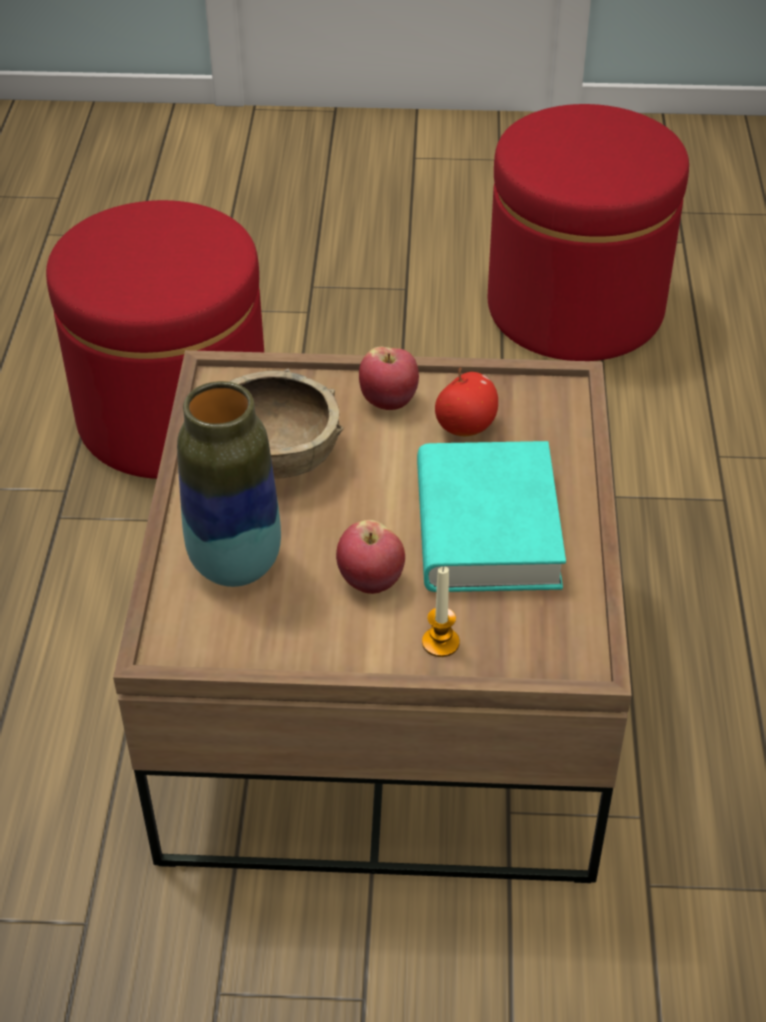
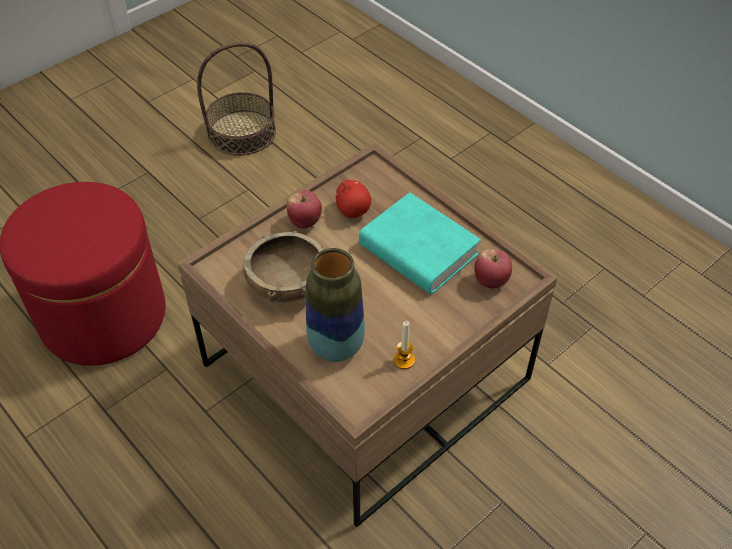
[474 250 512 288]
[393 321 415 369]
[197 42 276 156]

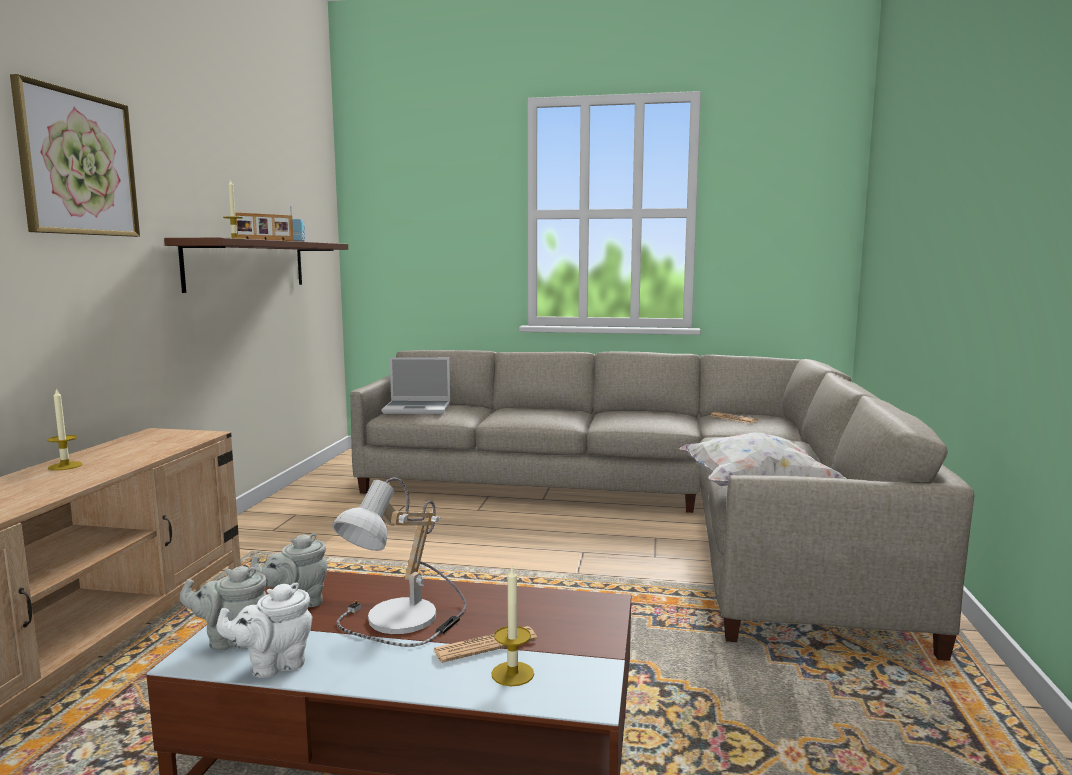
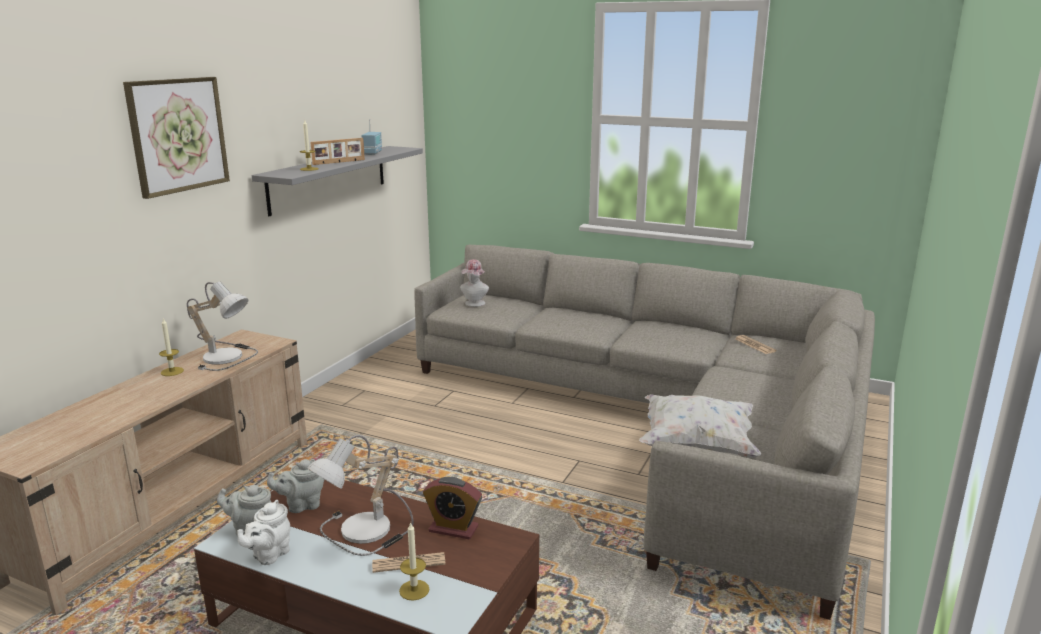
[252 146 423 216]
[237 500 290 565]
[460 259 489 307]
[187 281 258 371]
[423 477 482 540]

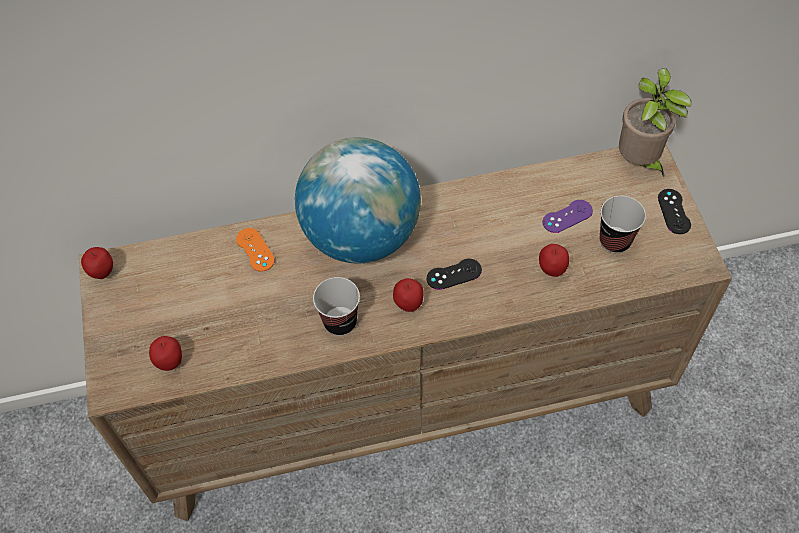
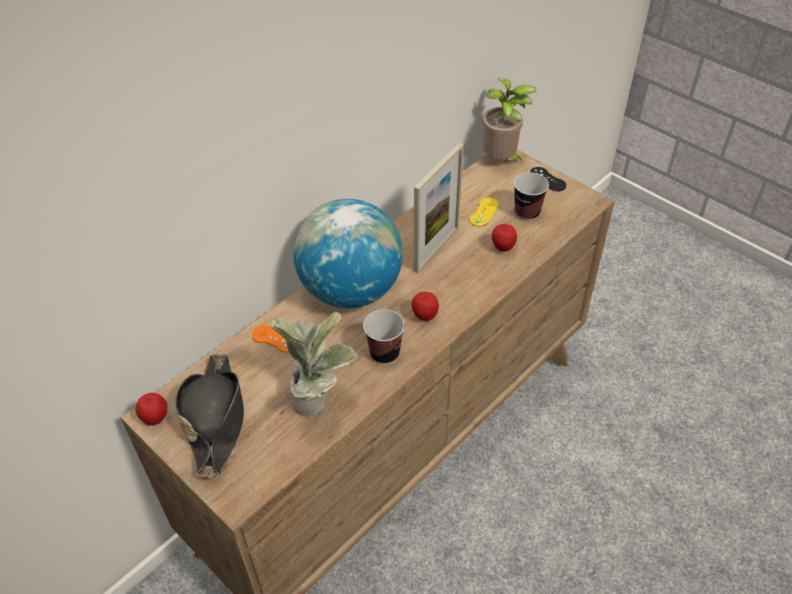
[149 336 182 371] (first image)
[427 259 482 290] (first image)
[469 198 499 227]
[175 354 244 478]
[271 312 358 417]
[414 143 464 273]

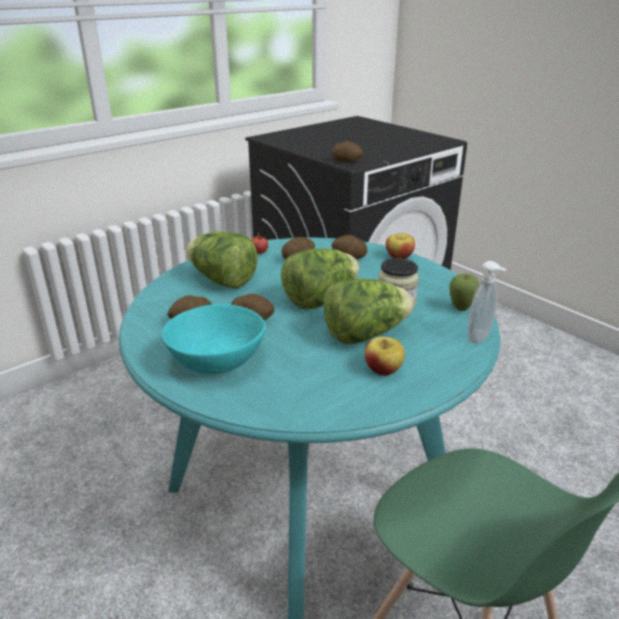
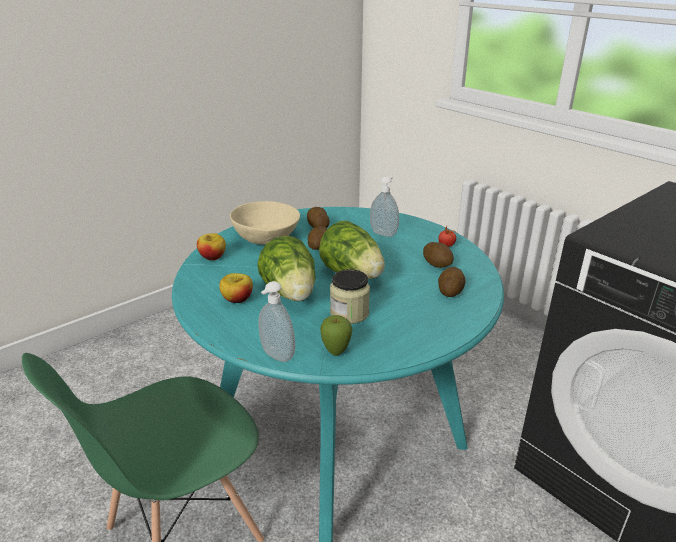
[230 201 300 245]
[370 176 399 237]
[332 141 363 163] (first image)
[197 233 226 260]

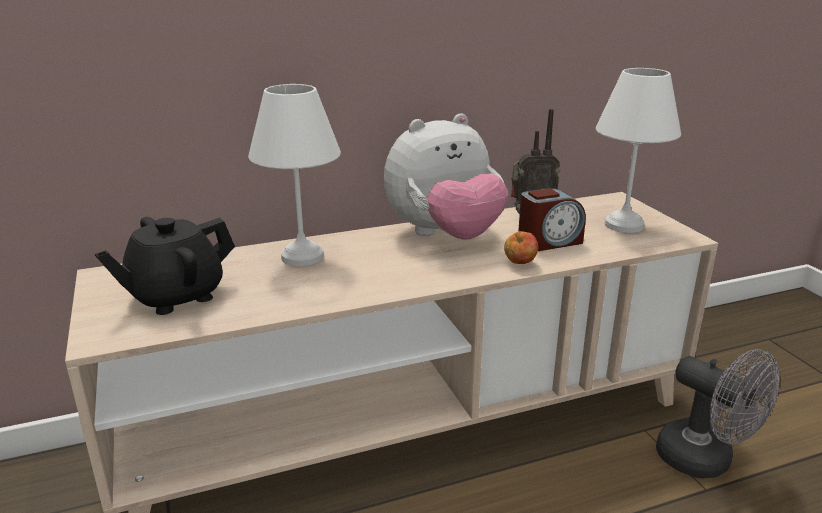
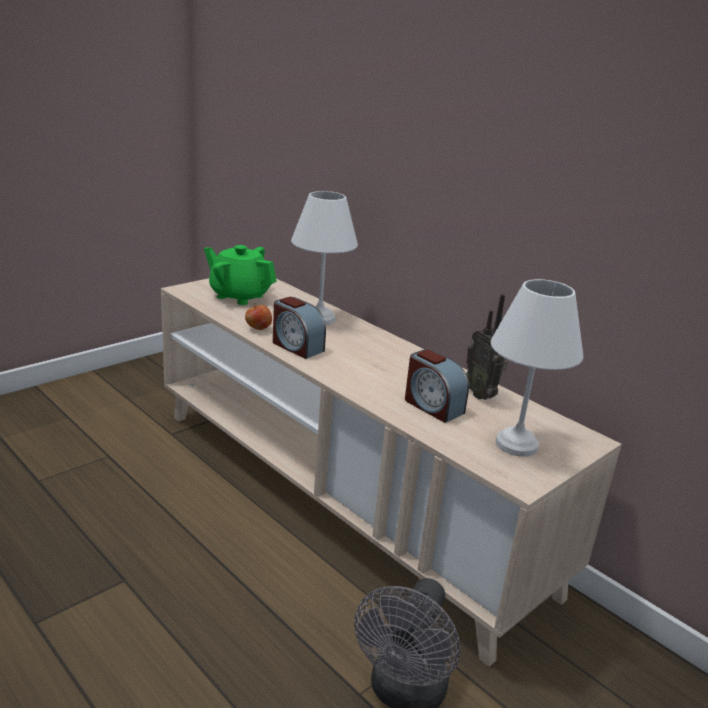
[204 245 276 305]
[384 113 508 240] (first image)
[245 303 272 330]
[273 297 326 359]

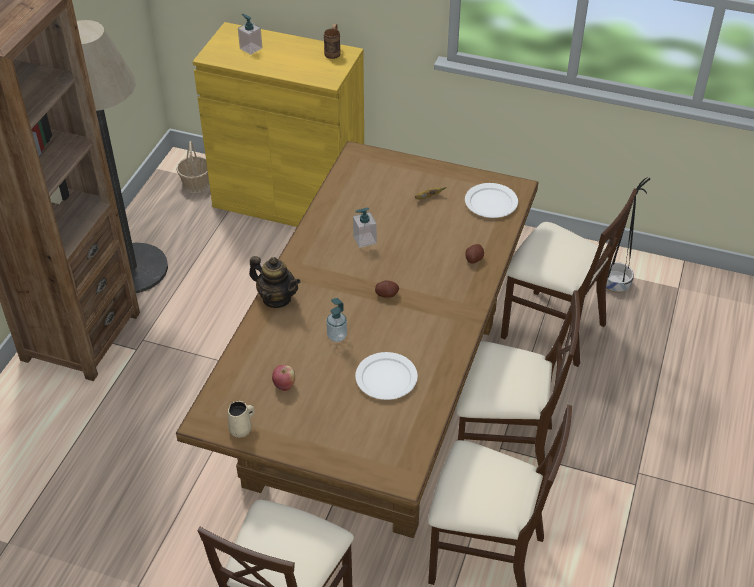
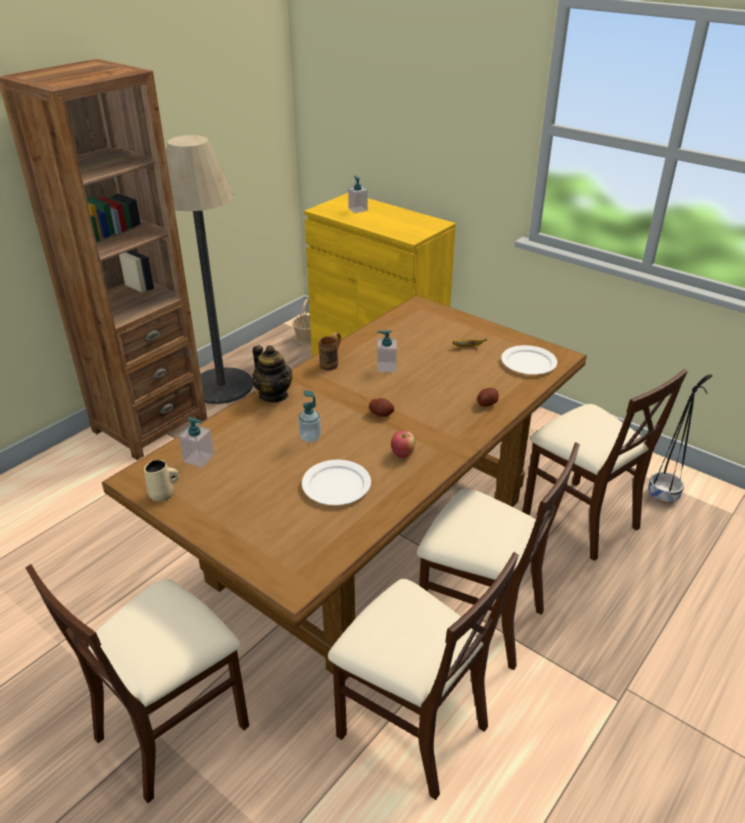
[391 431 415 459]
[319 332 341 370]
[179 417 214 468]

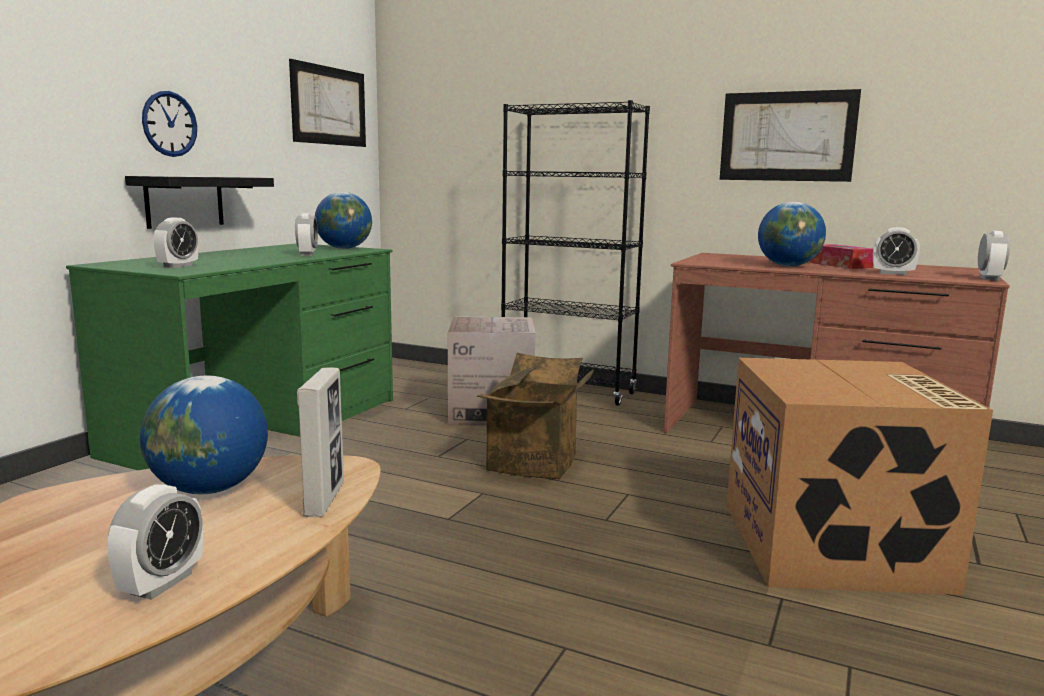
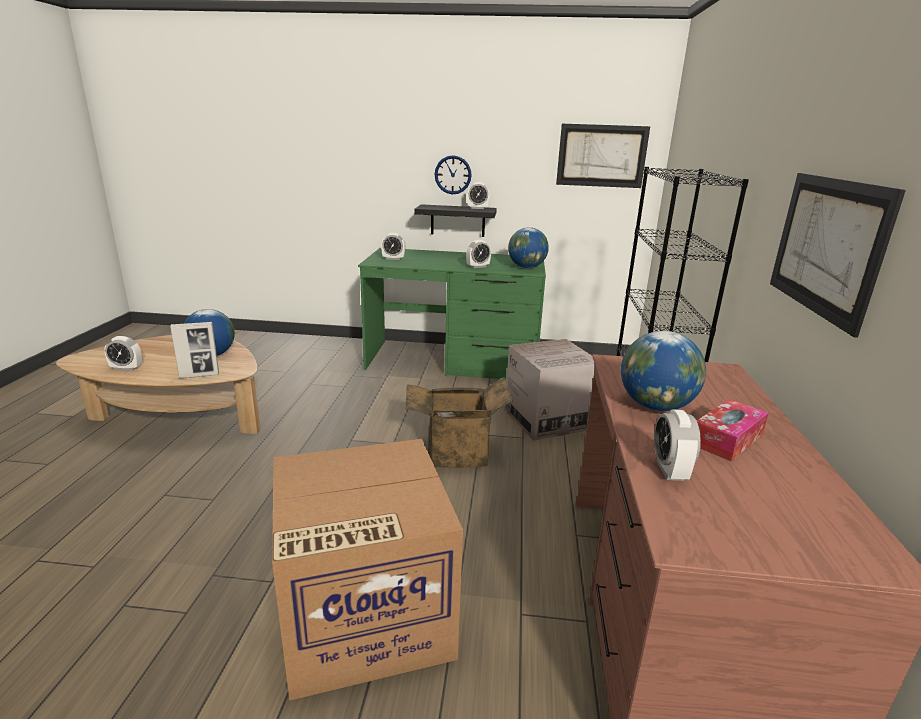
[467 182 490 209]

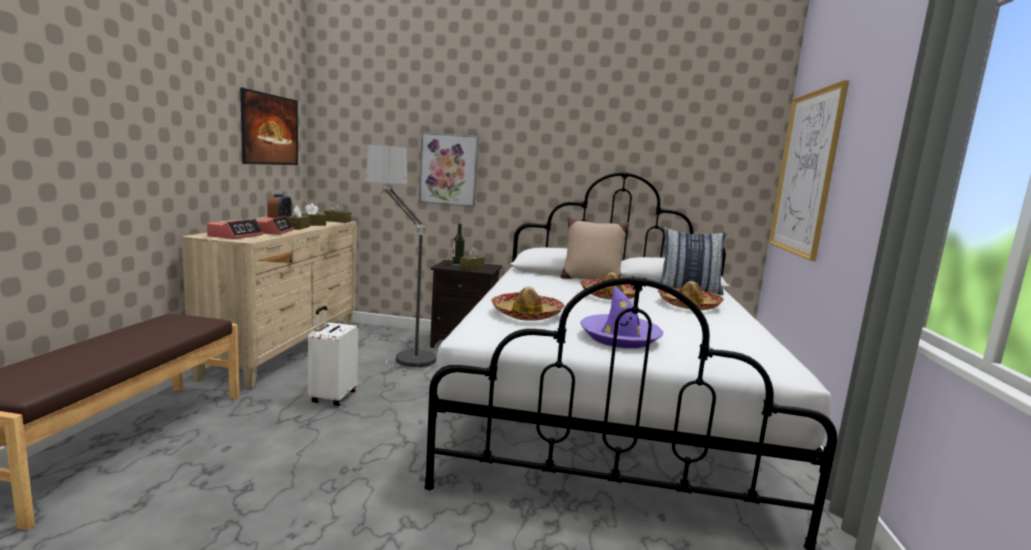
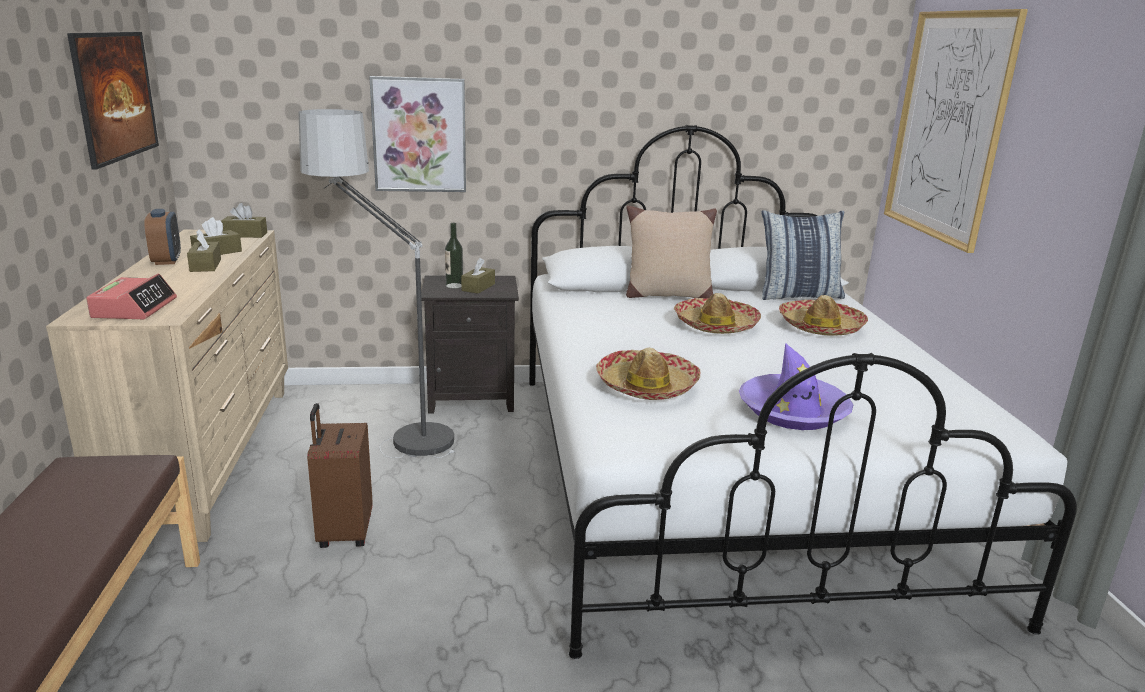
[256 216 294 235] (first image)
[307 403 373 548]

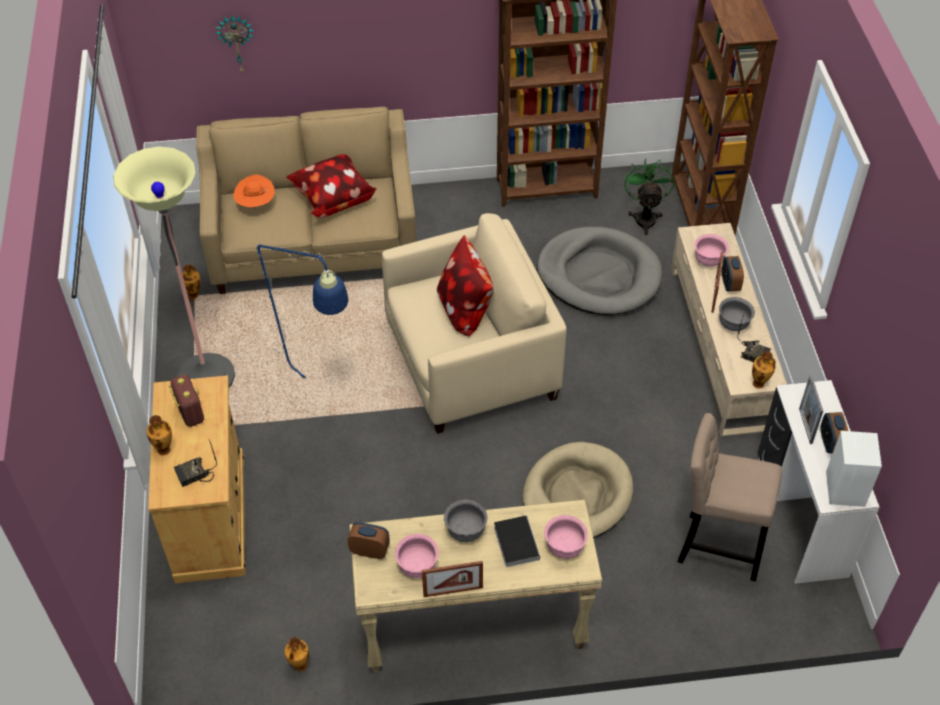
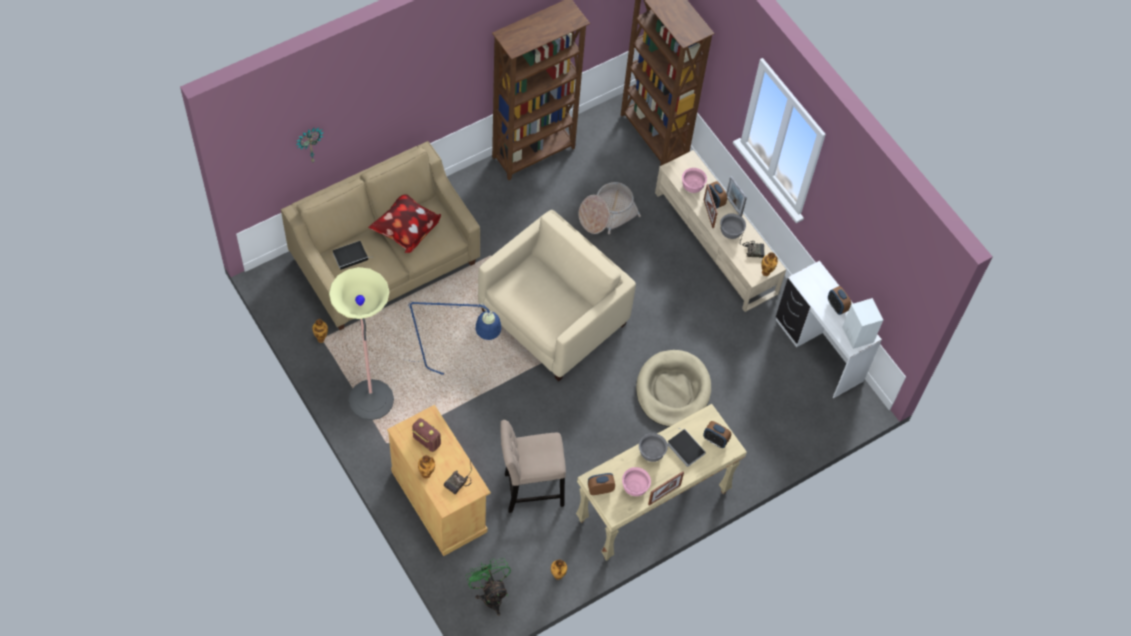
[333 241 373 270]
[437 235 494 337] (first image)
[578 182 641 234]
[703 421 731 448]
[466 558 511 616]
[501 420 566 513]
[726 176 747 217]

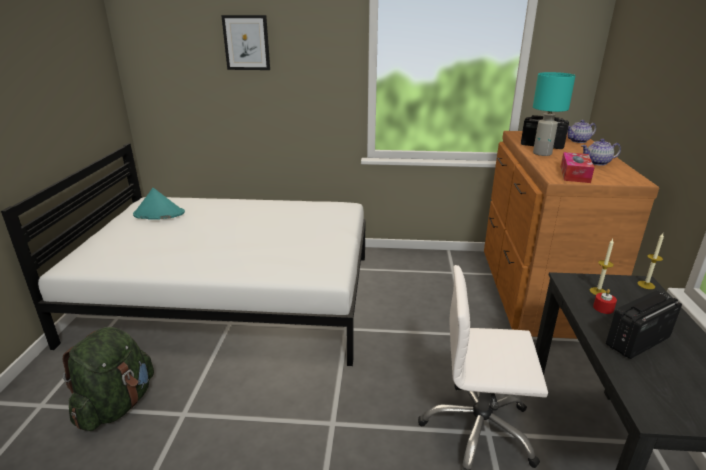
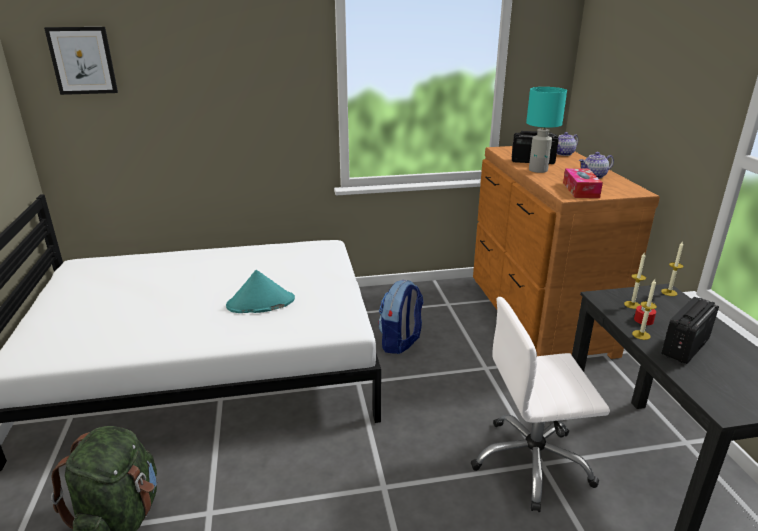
[226 270 295 313]
[44 27 118 95]
[378 280 424 354]
[632 279 657 340]

